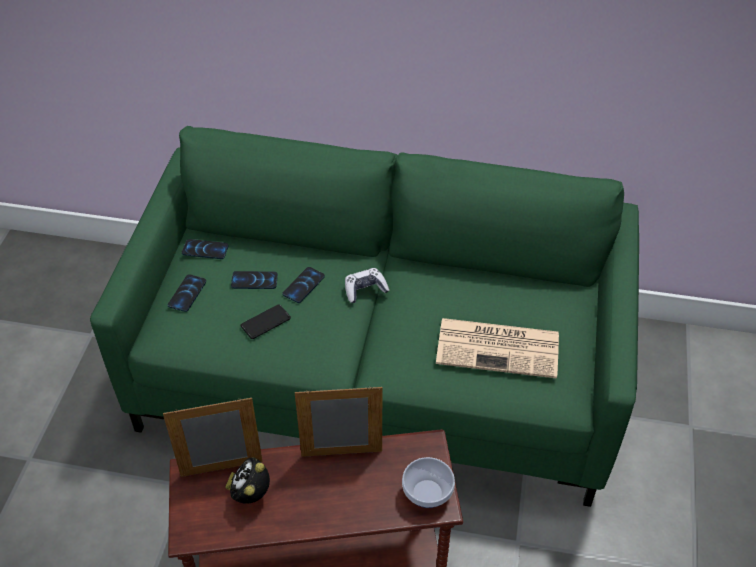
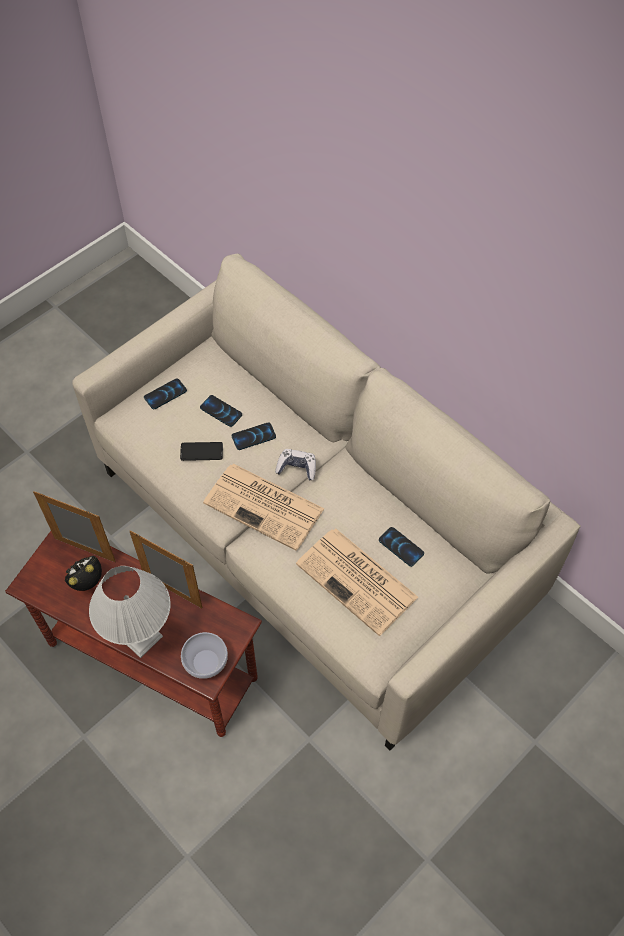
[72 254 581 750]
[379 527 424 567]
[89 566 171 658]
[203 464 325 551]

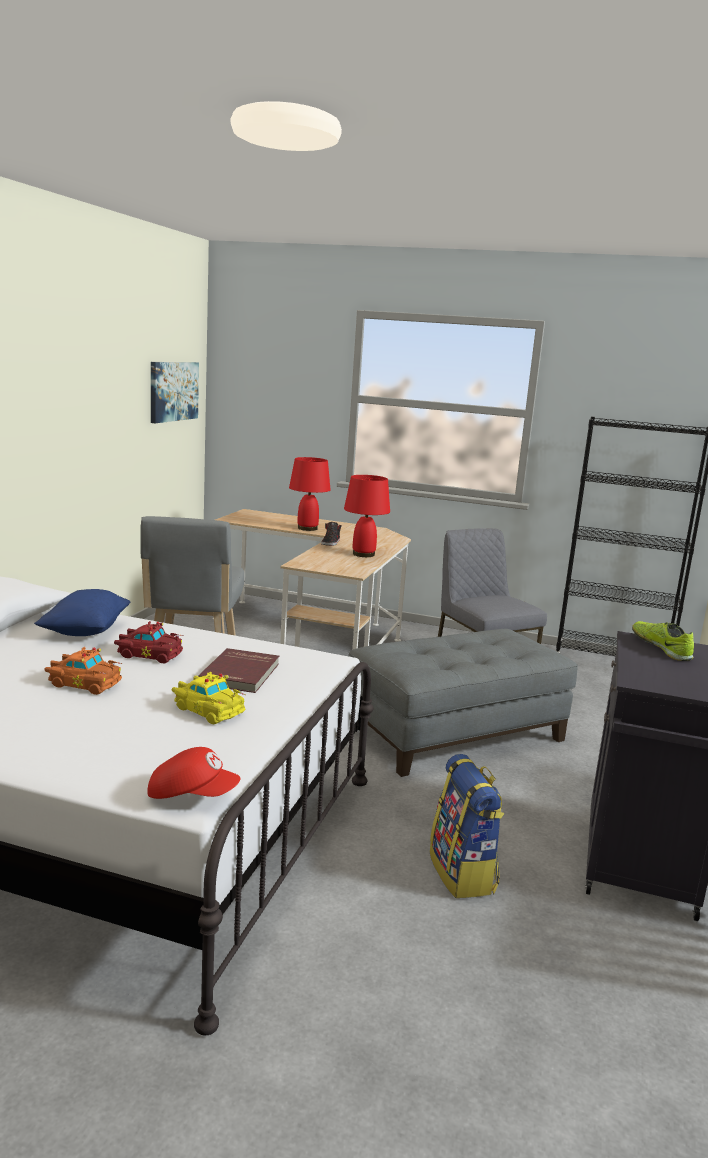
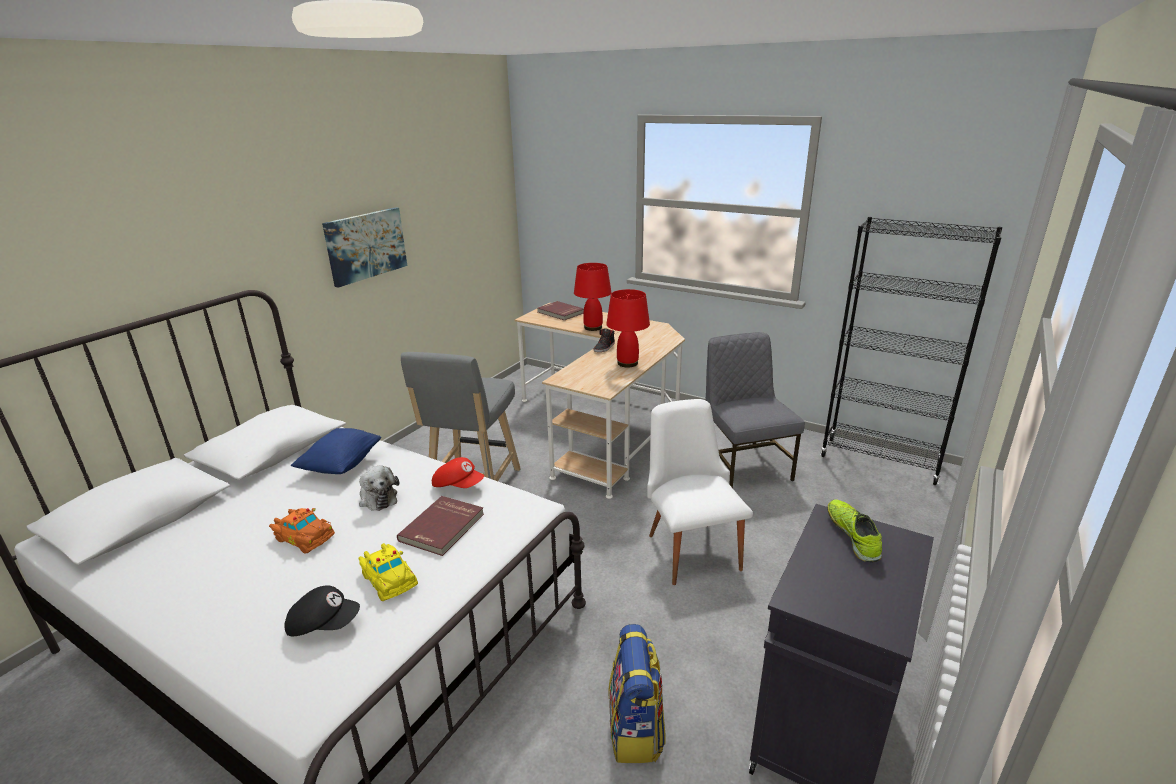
[359 466 399 511]
[432 457 484 488]
[322 207 407 288]
[647 399 753 585]
[284 585 360 636]
[537 301 584 320]

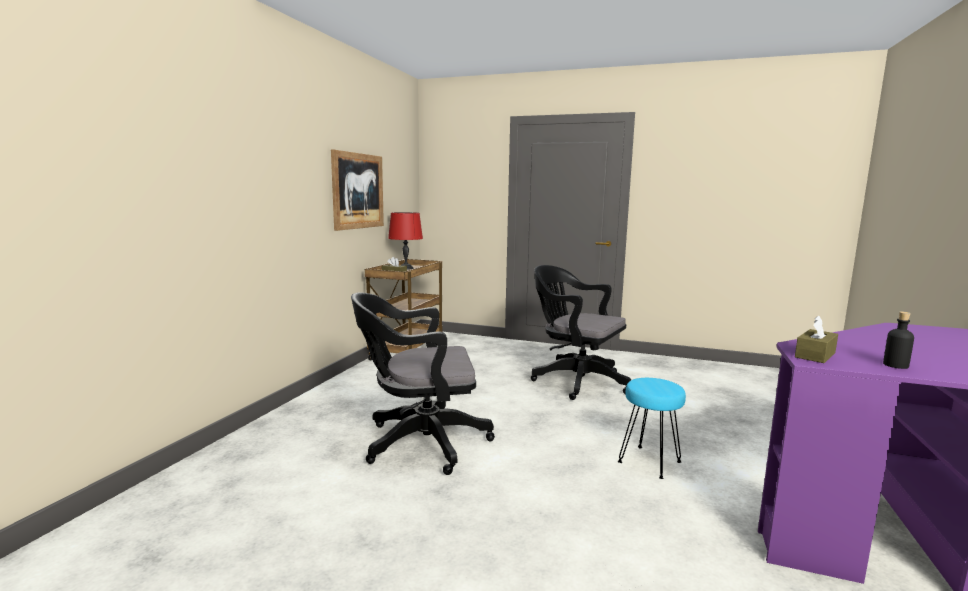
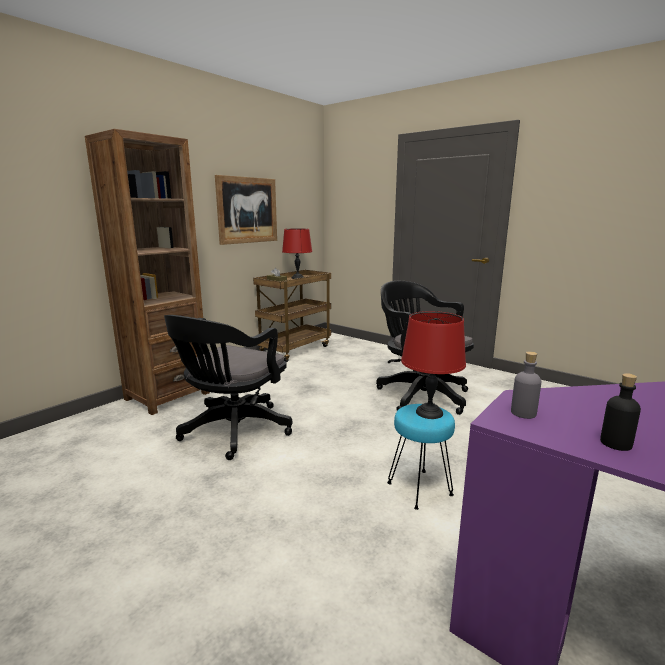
[164 315 293 460]
[511 351 541 419]
[85 129 210 415]
[401 311 466 419]

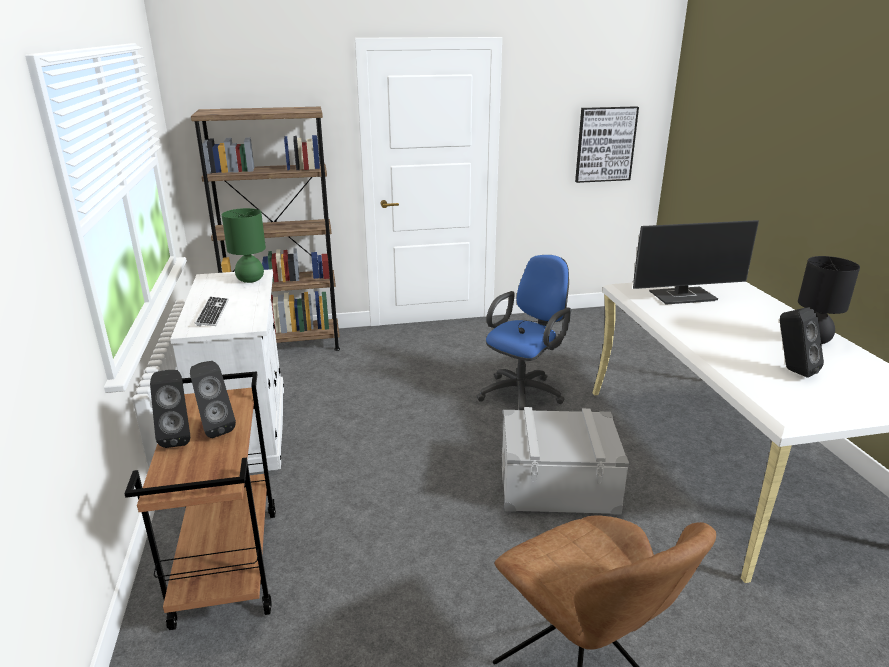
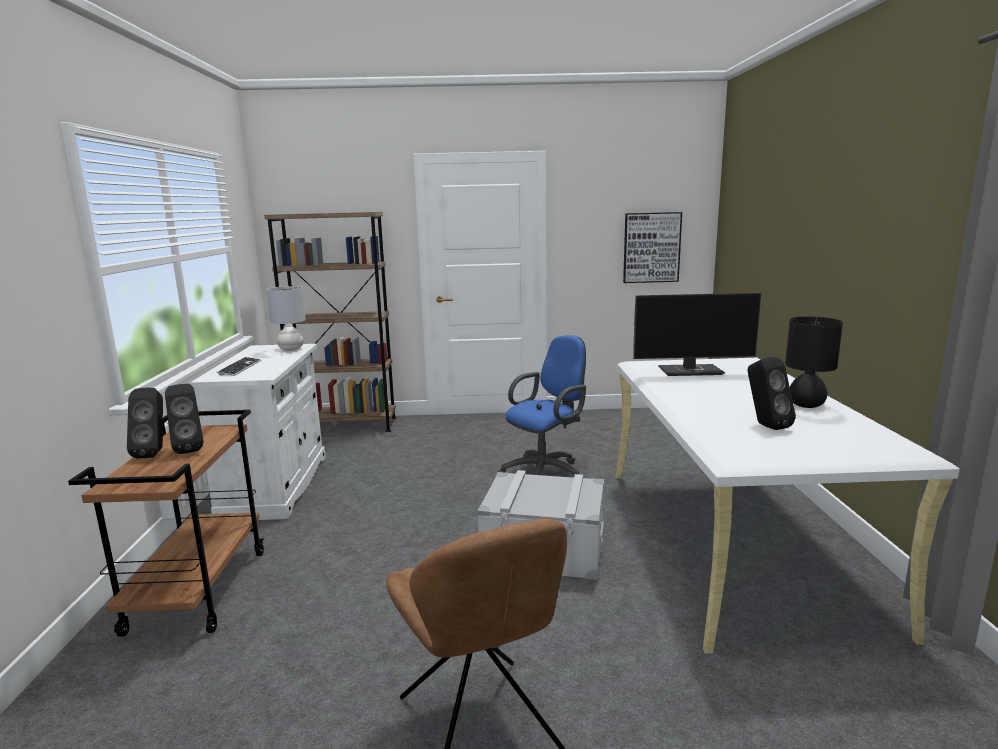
[267 286 306 351]

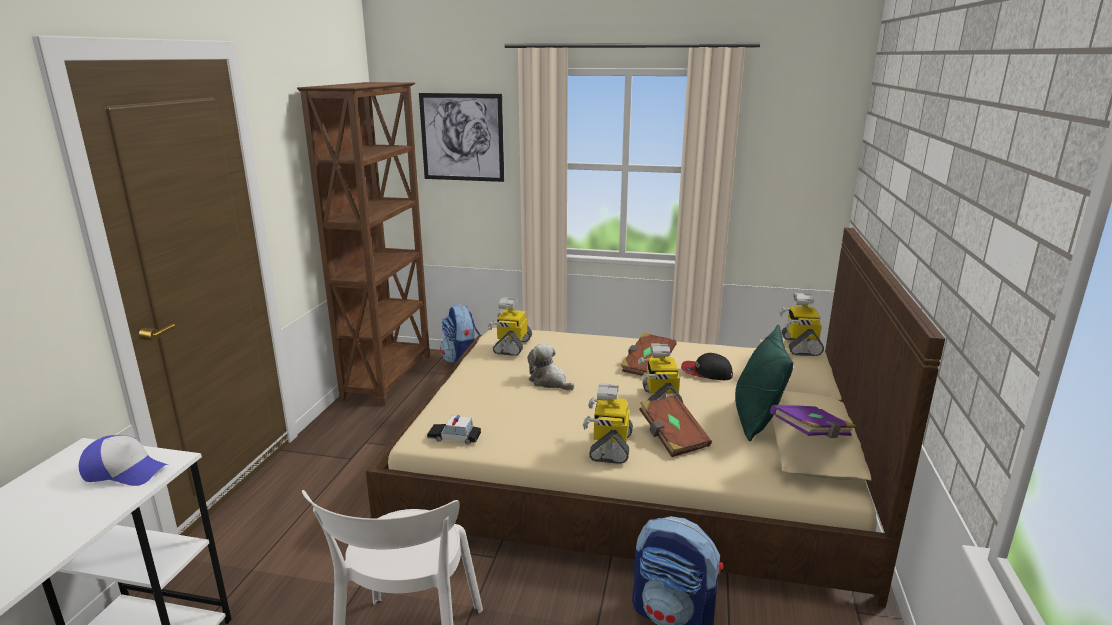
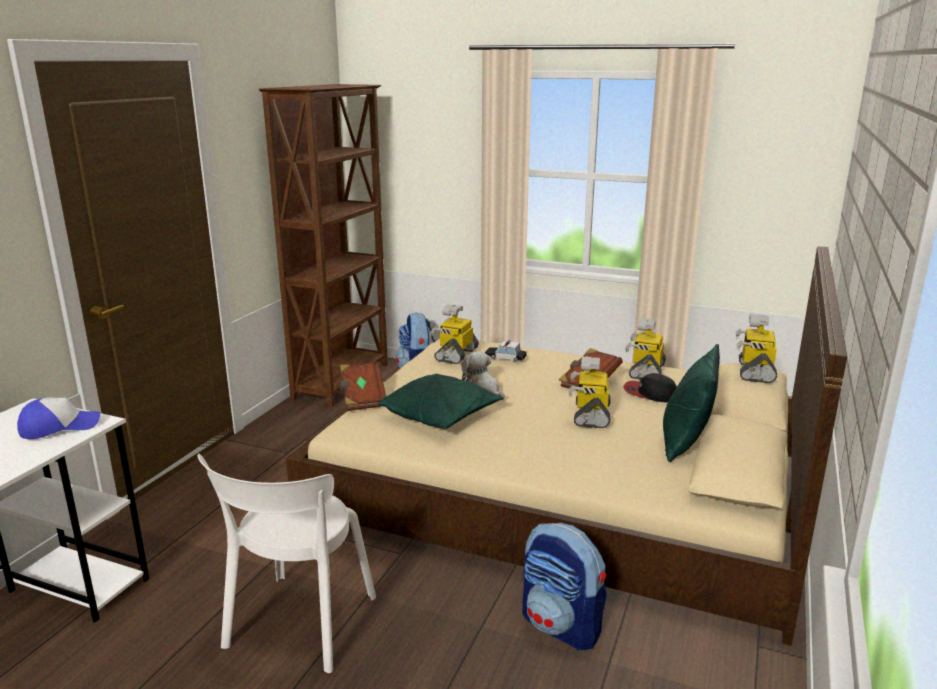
[17 397 101 439]
[419 93 504 182] (first image)
[484 340 527 362]
[625 319 666 380]
[340 362 386 411]
[770 405 856 438] (first image)
[378 374 503 429]

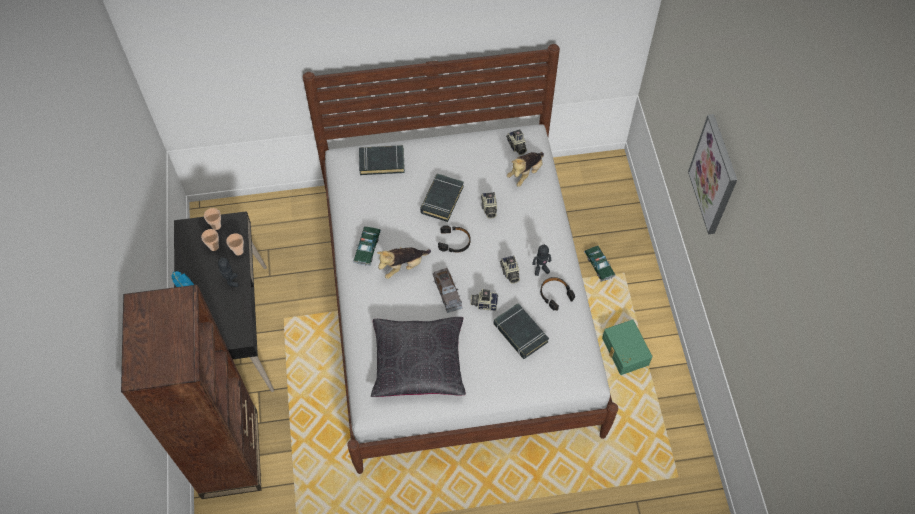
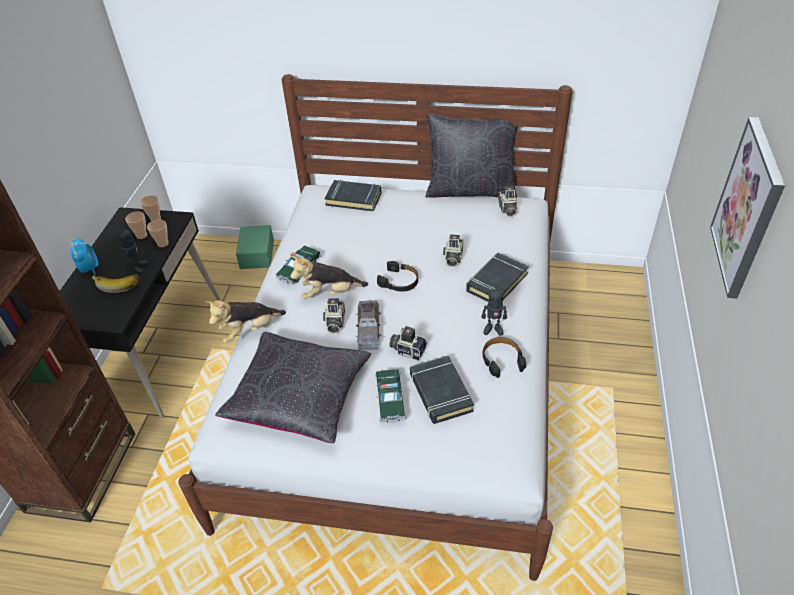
[466 253 529 302]
[323 298 345 334]
[206 300 286 343]
[375 369 407 423]
[236 225 274 269]
[92 275 139 293]
[426 113 518 199]

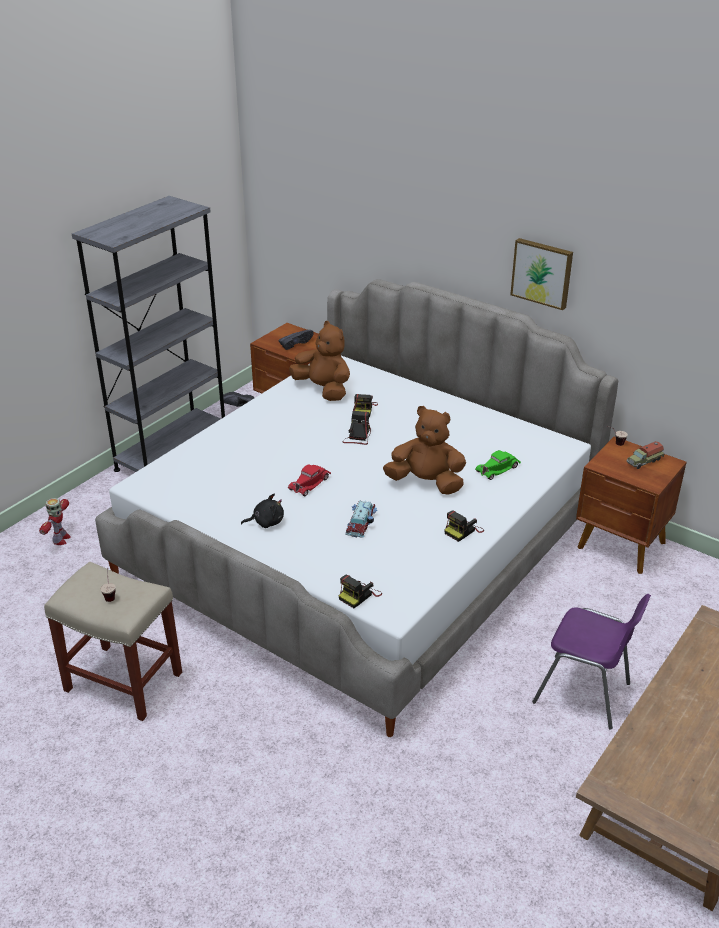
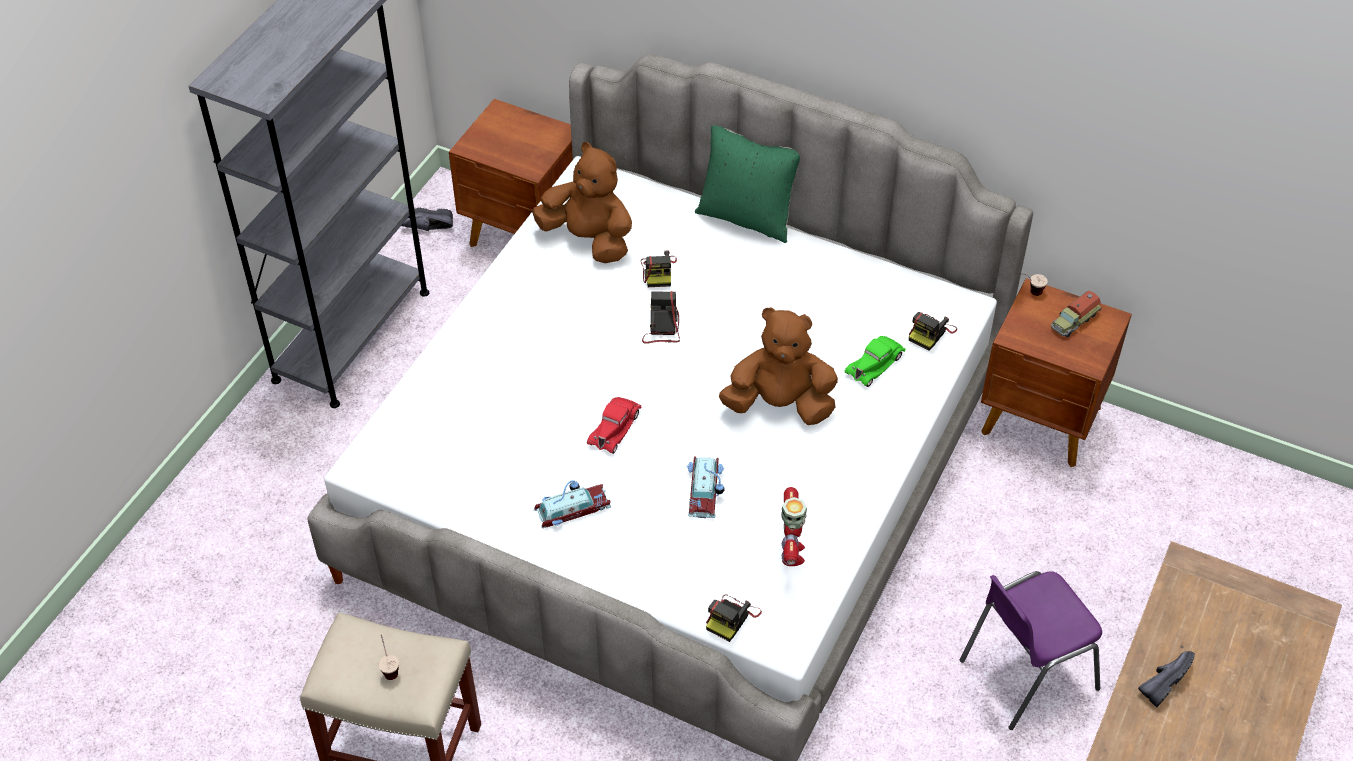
[781 487 807 566]
[534 480 611 528]
[1138 651 1195 707]
[909 312 957 351]
[510 238 573 310] (first image)
[960 571 1102 730]
[695 125 800 243]

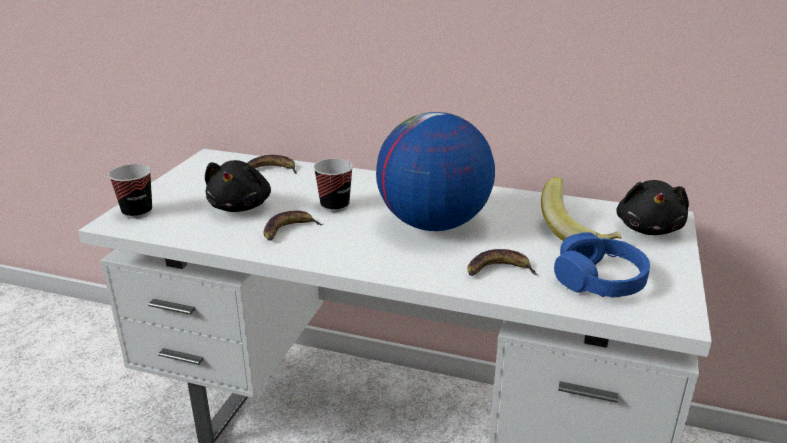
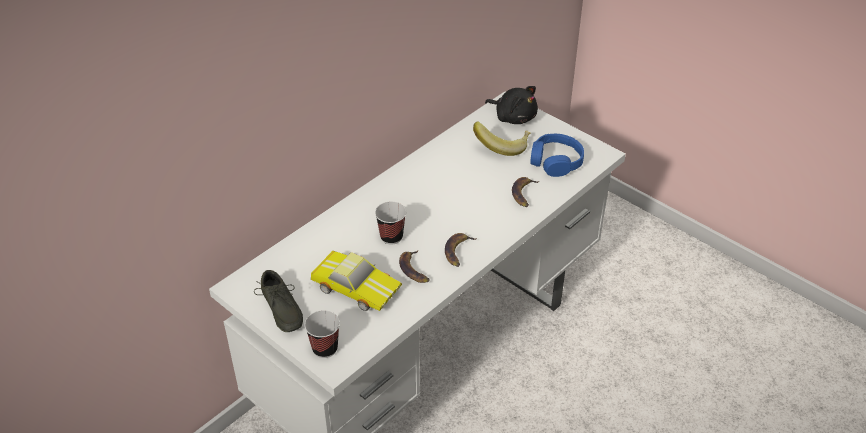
[311 251 402 311]
[445 233 477 267]
[376 112 495 231] (first image)
[254 270 303 332]

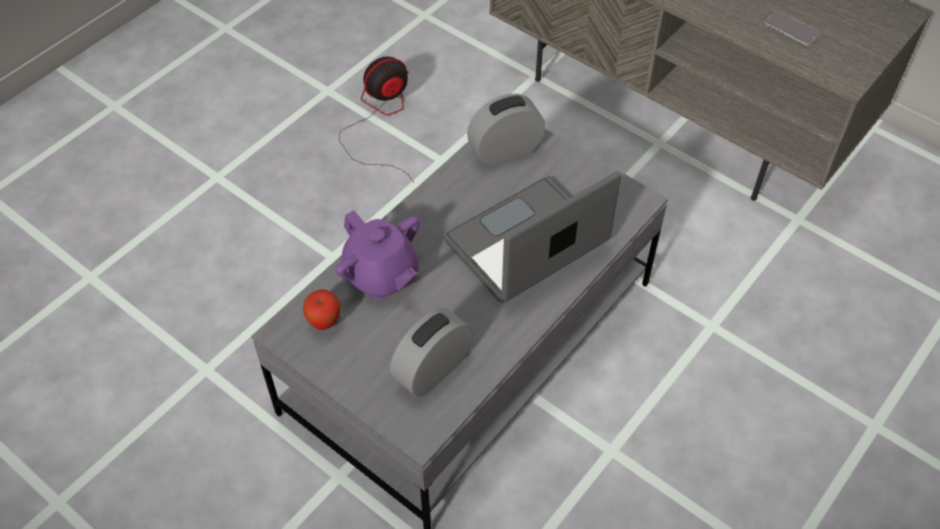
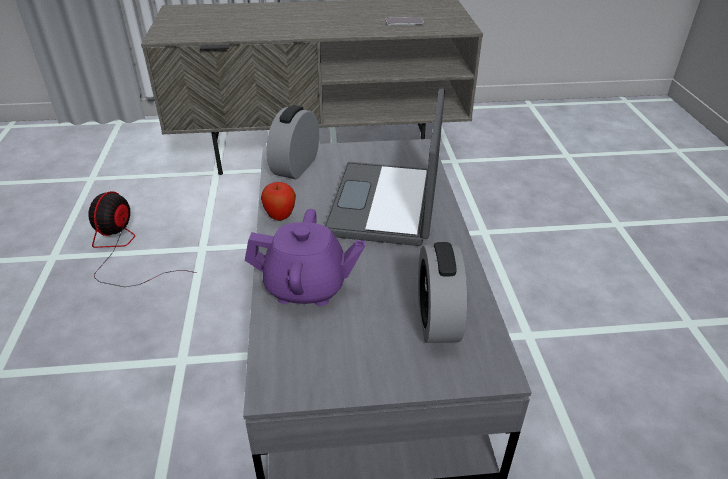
[261 182 296 221]

